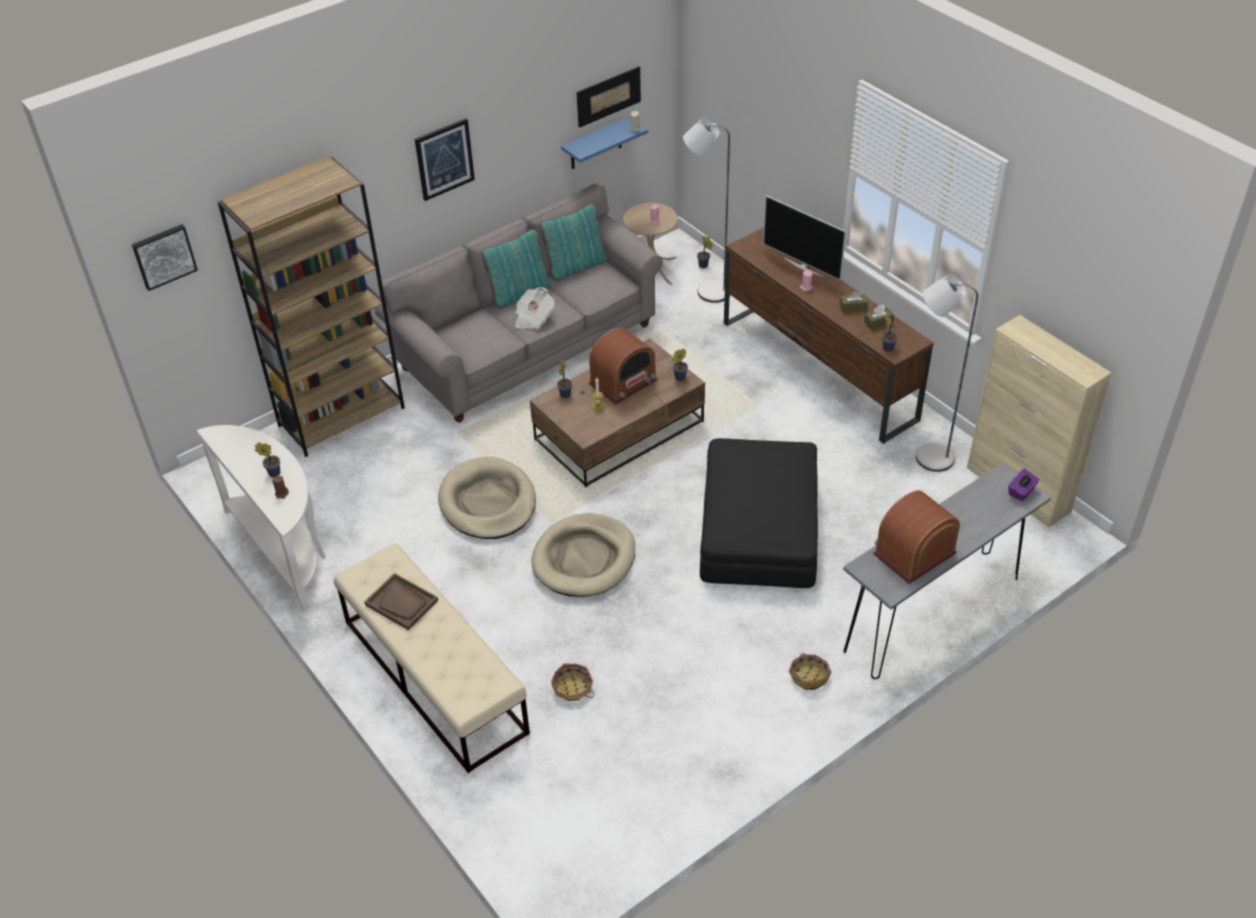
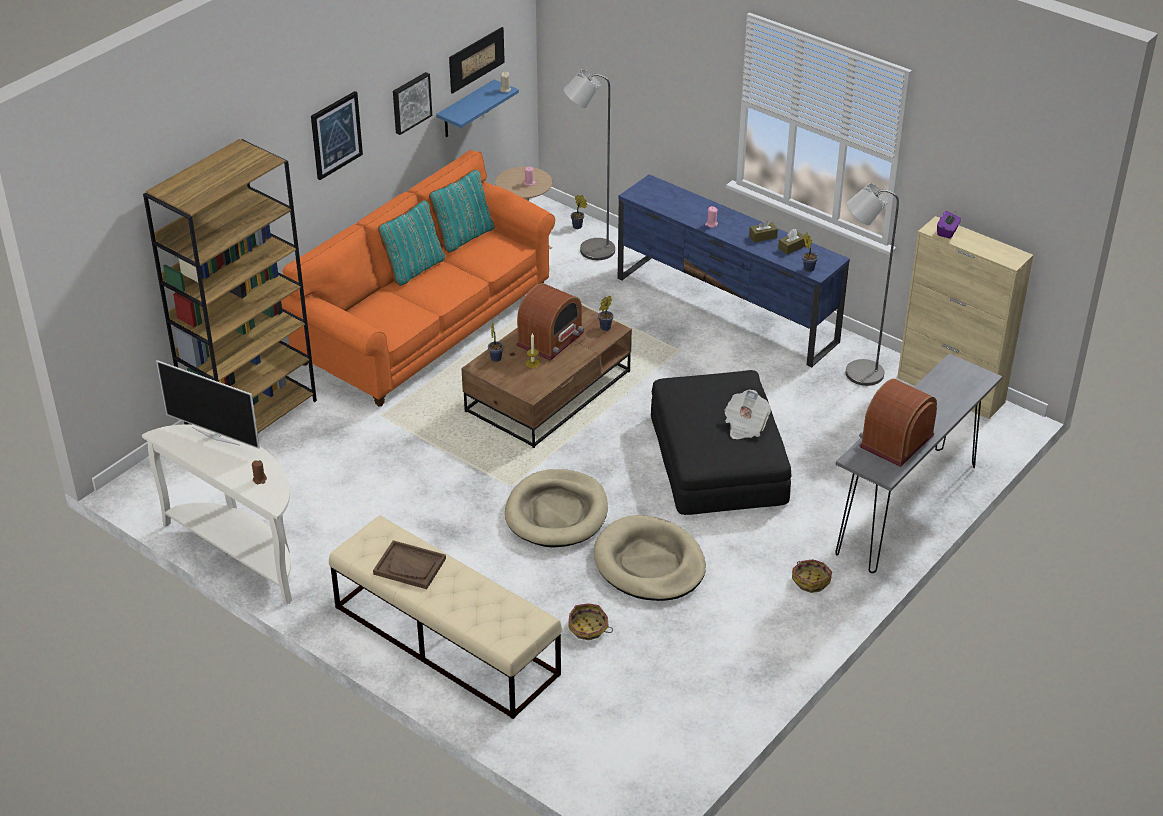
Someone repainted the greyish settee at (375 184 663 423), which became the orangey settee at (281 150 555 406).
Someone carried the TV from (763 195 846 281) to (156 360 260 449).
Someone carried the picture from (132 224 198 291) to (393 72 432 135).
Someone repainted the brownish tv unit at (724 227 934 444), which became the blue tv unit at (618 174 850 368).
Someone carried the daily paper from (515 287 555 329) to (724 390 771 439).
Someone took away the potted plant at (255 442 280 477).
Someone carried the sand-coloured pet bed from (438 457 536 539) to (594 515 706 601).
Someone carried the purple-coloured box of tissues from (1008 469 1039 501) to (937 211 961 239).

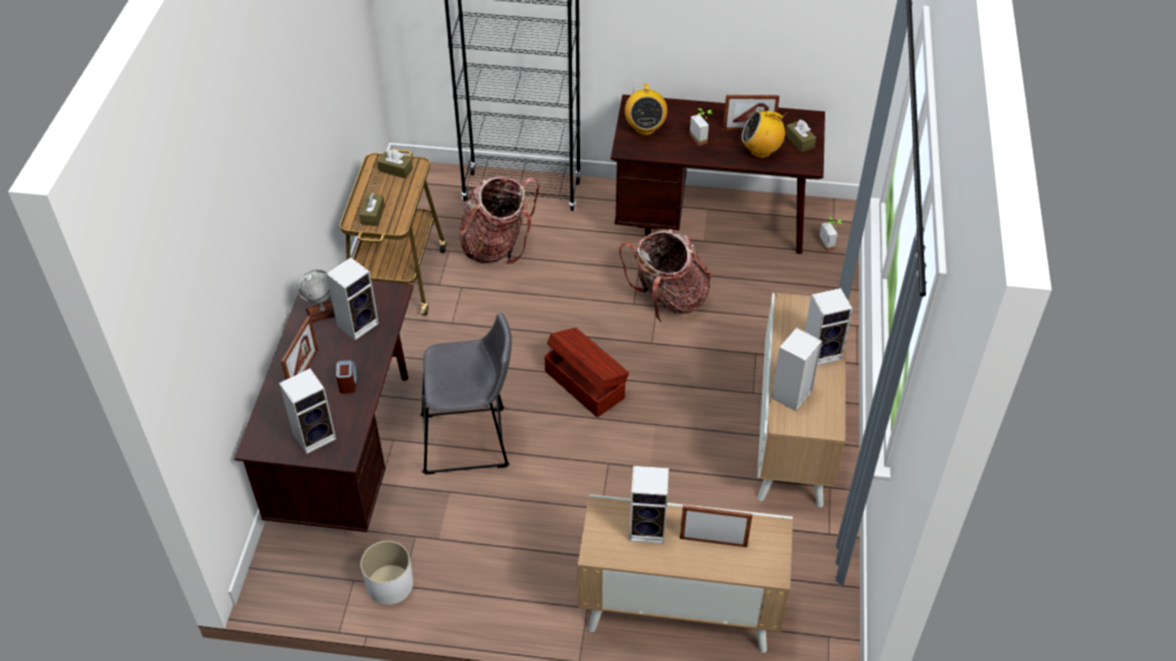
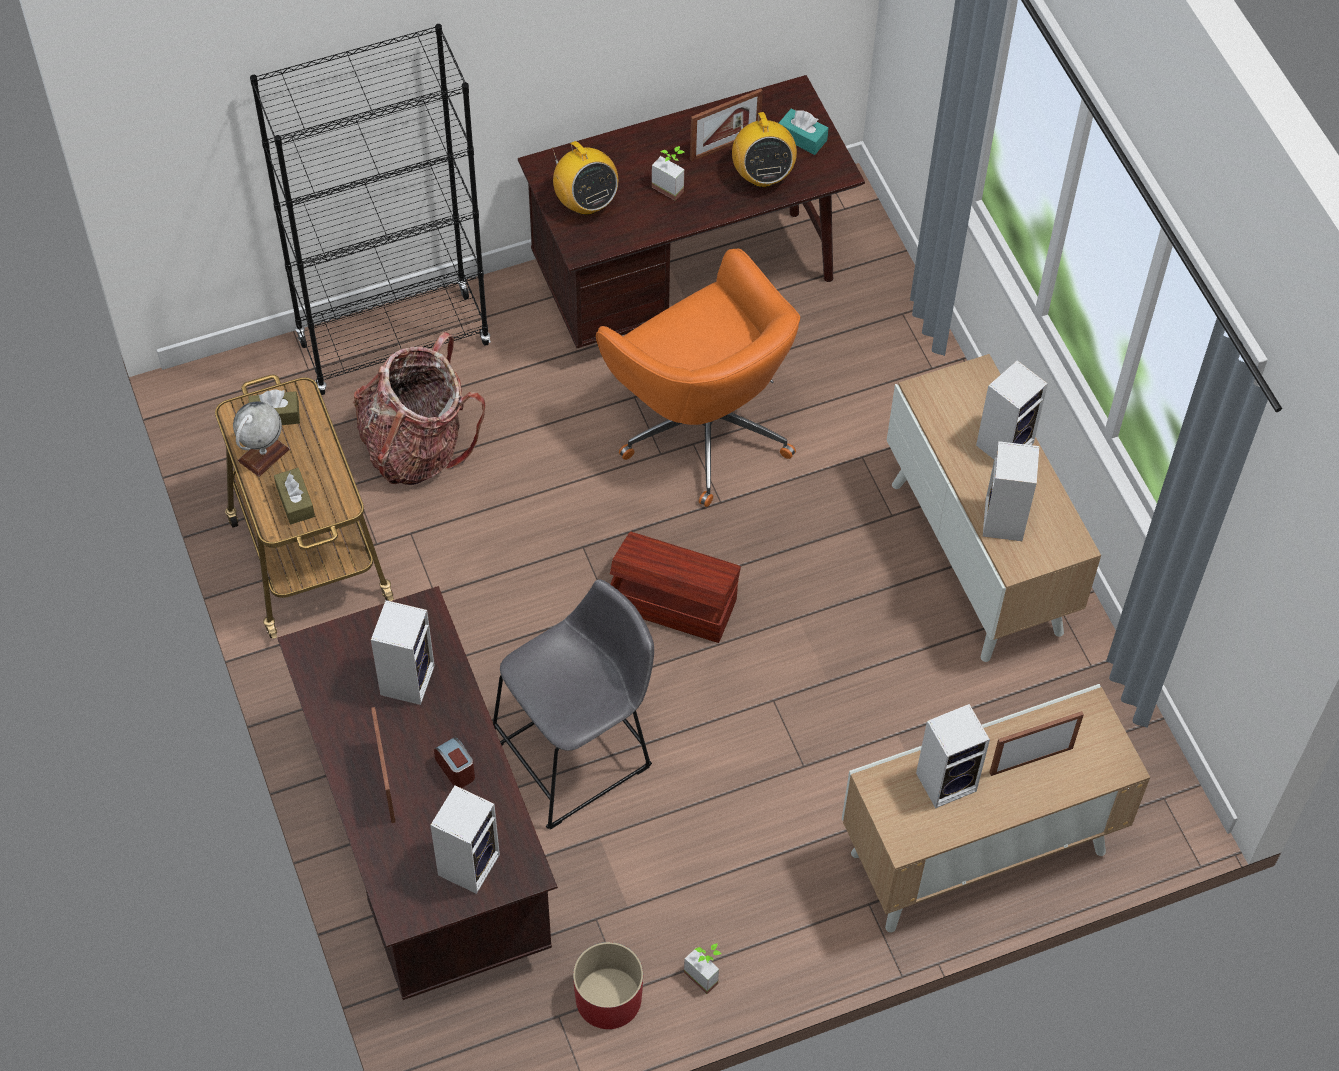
Someone rotated the radio at (741 111 788 158) by 75 degrees counterclockwise.
Someone repainted the brownish box of tissues at (785 119 816 152), which became the turquoise-coloured box of tissues at (779 109 829 155).
Someone carried the potted plant from (819 217 842 251) to (684 943 722 994).
Someone swapped the rucksack at (619 229 712 323) for the orangey office chair at (596 248 800 507).
Someone carried the world globe from (297 270 335 323) to (233 402 289 477).
Someone repainted the white flower pot at (360 541 413 605), which became the red flower pot at (573 942 643 1029).

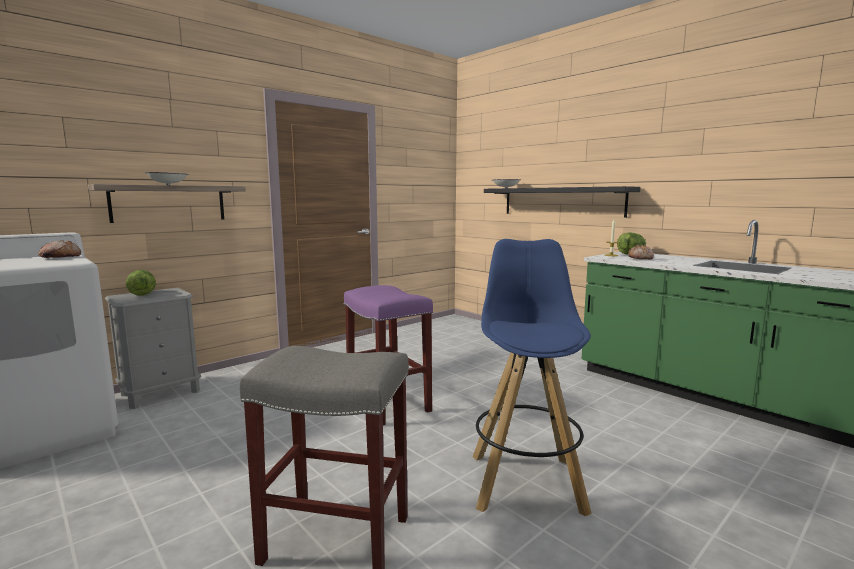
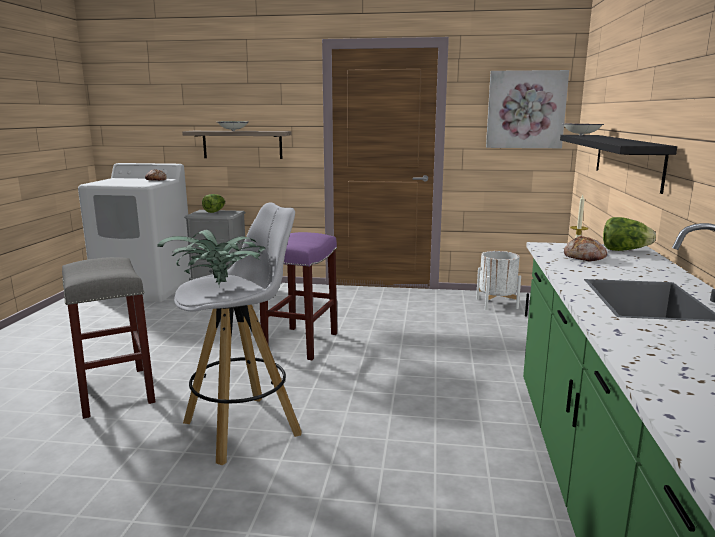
Someone repainted the blue sitting stool at (473 239 592 516), which became the white sitting stool at (174 202 302 465).
Someone put up the picture at (486 70 569 148).
Someone put down the potted plant at (157 230 266 285).
Someone put down the white flower pot at (476 251 521 310).

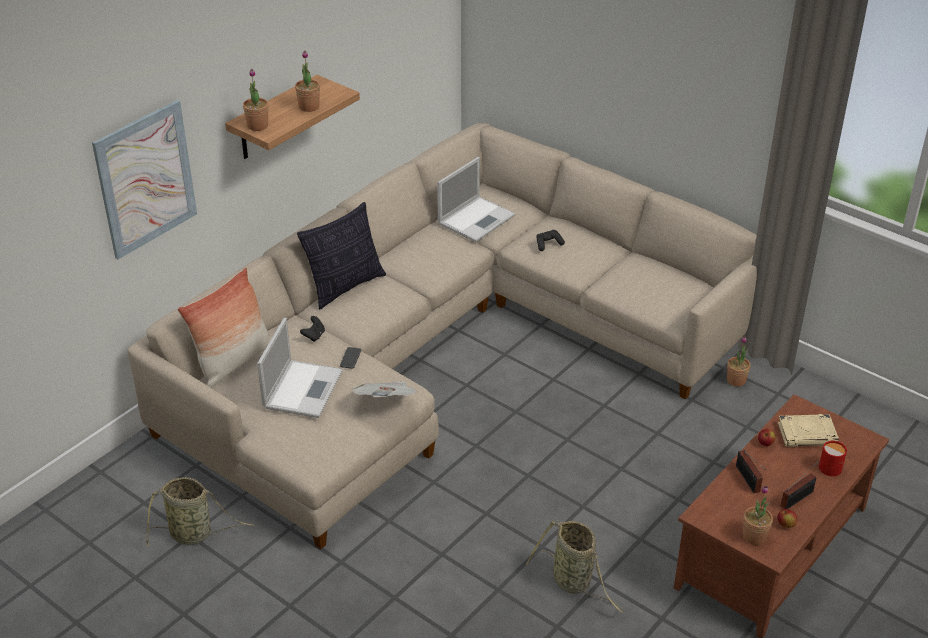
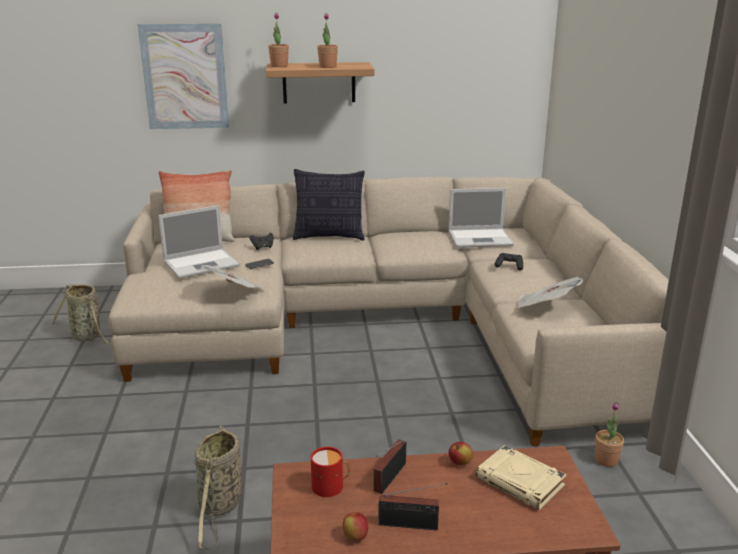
Someone carried the red mug from (819 441 847 476) to (311 447 350 497).
Someone took away the potted plant at (743 485 773 545).
Someone put down the daily paper at (517 277 583 308).

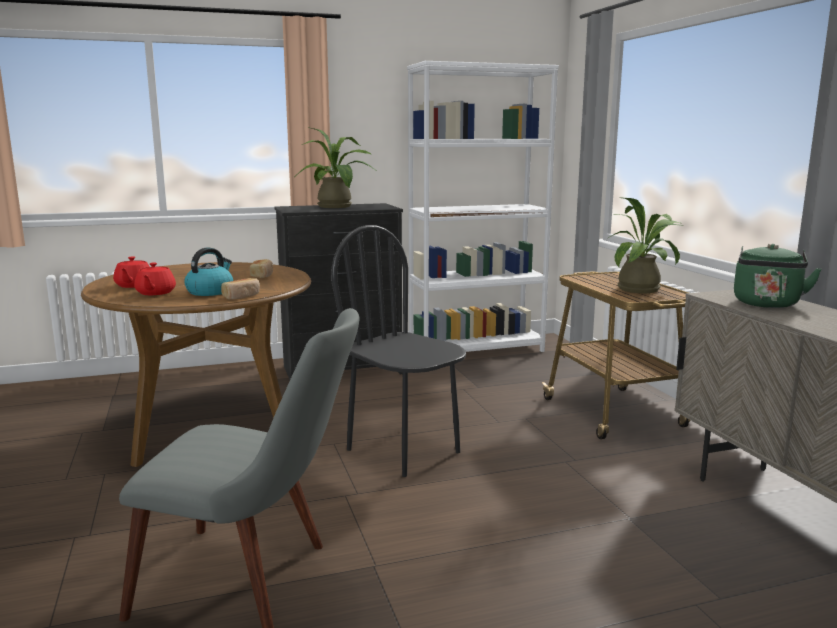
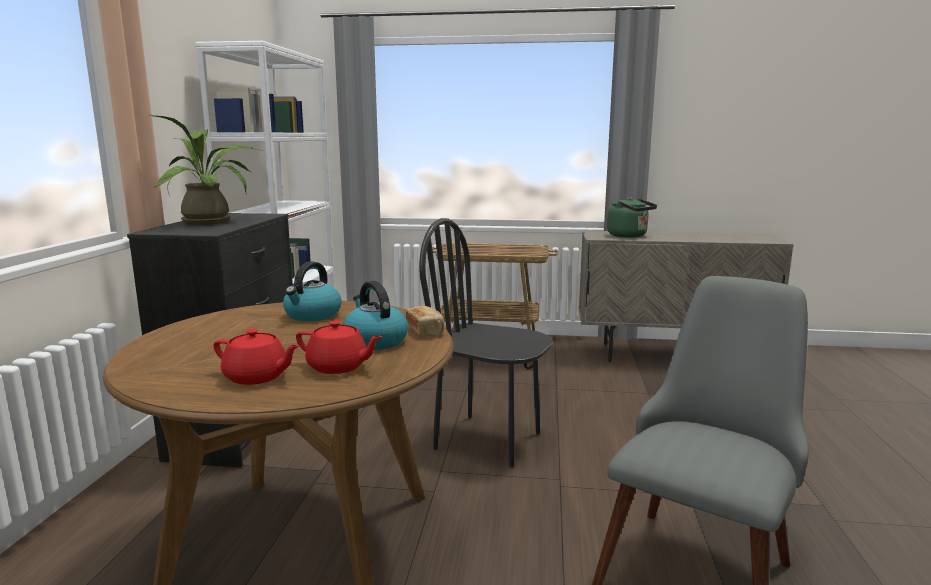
Someone took away the potted plant at (607 197 683 293).
Someone rotated the blackish plain chair at (331 225 466 477) by 45 degrees clockwise.
Someone swapped the bread at (250 259 273 278) for the tea kettle at (283 261 342 321).

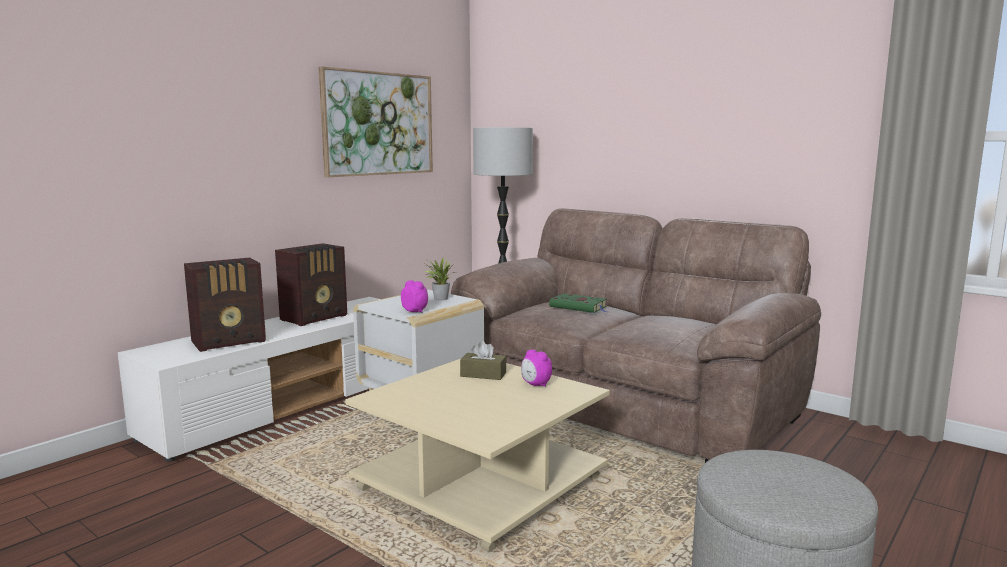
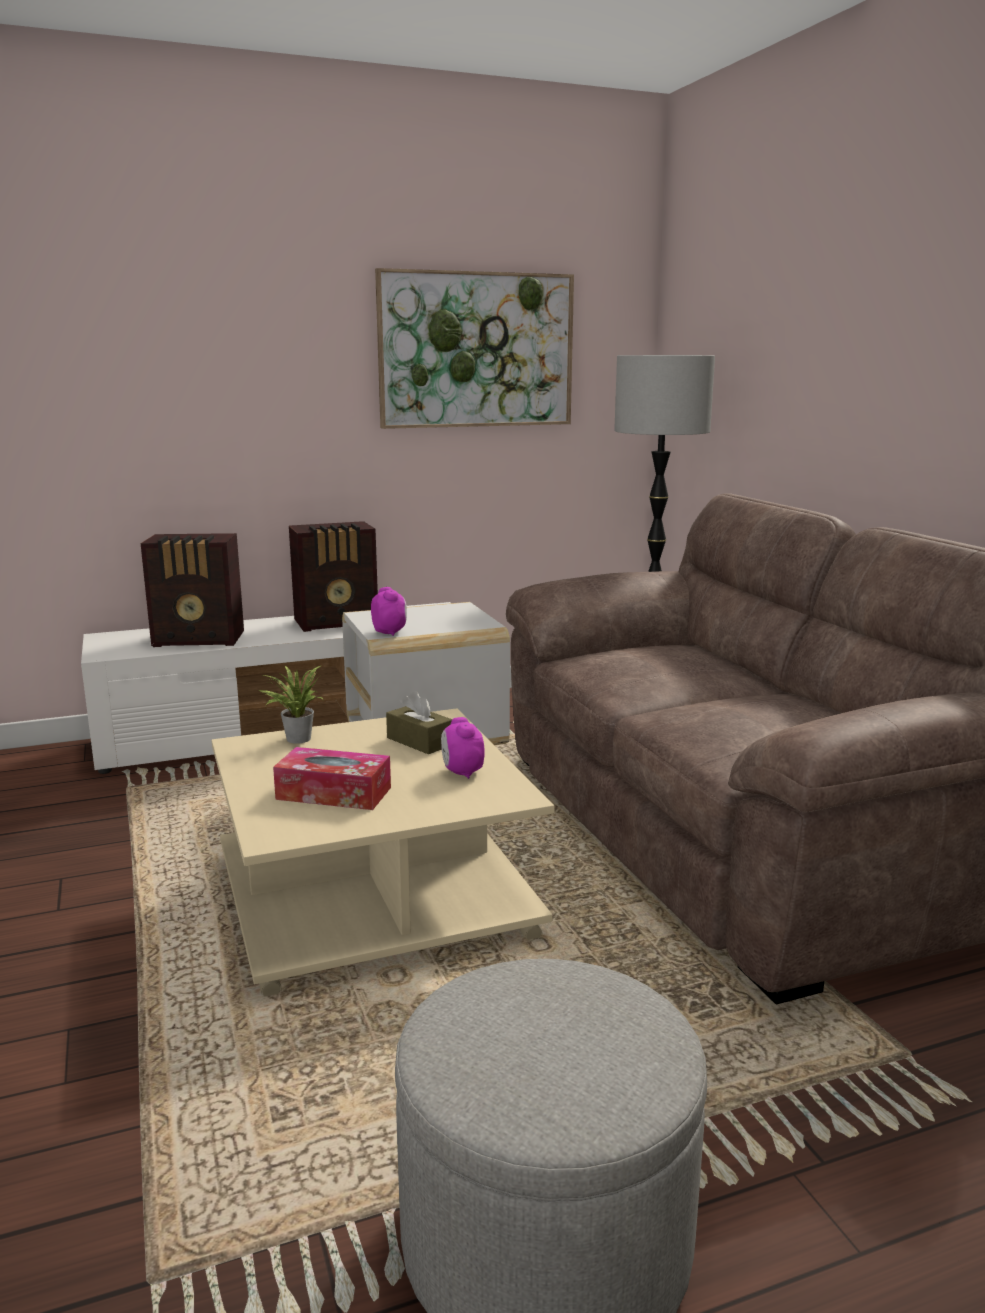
Someone carried the potted plant from (421 257 456 300) to (258 665 323 744).
Someone took away the greenish book at (549 293 608 313).
Someone put down the box of tissues at (273 747 391 810).

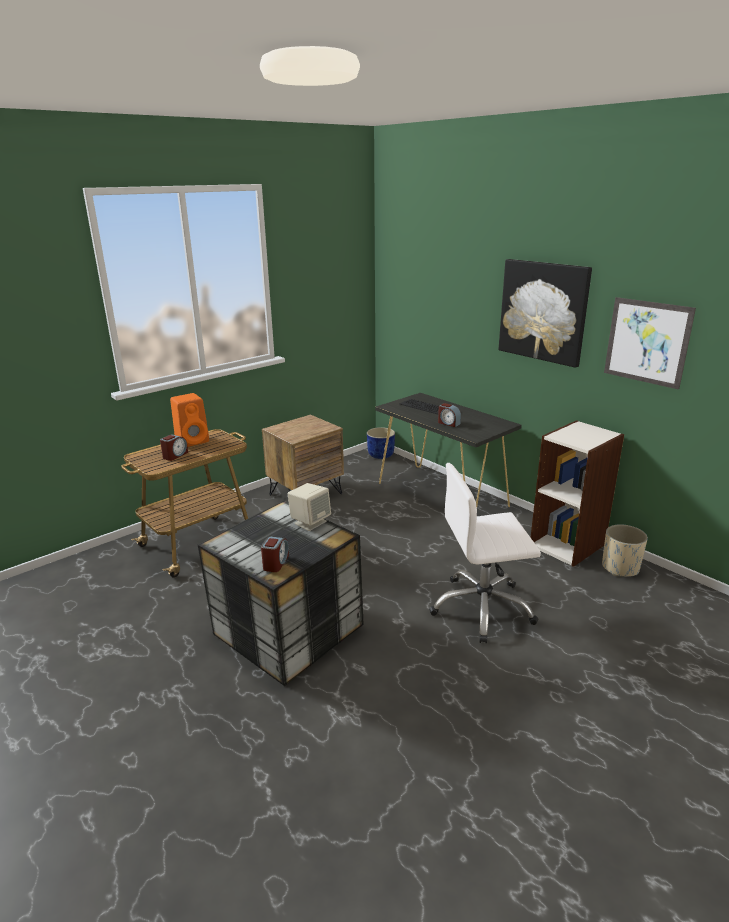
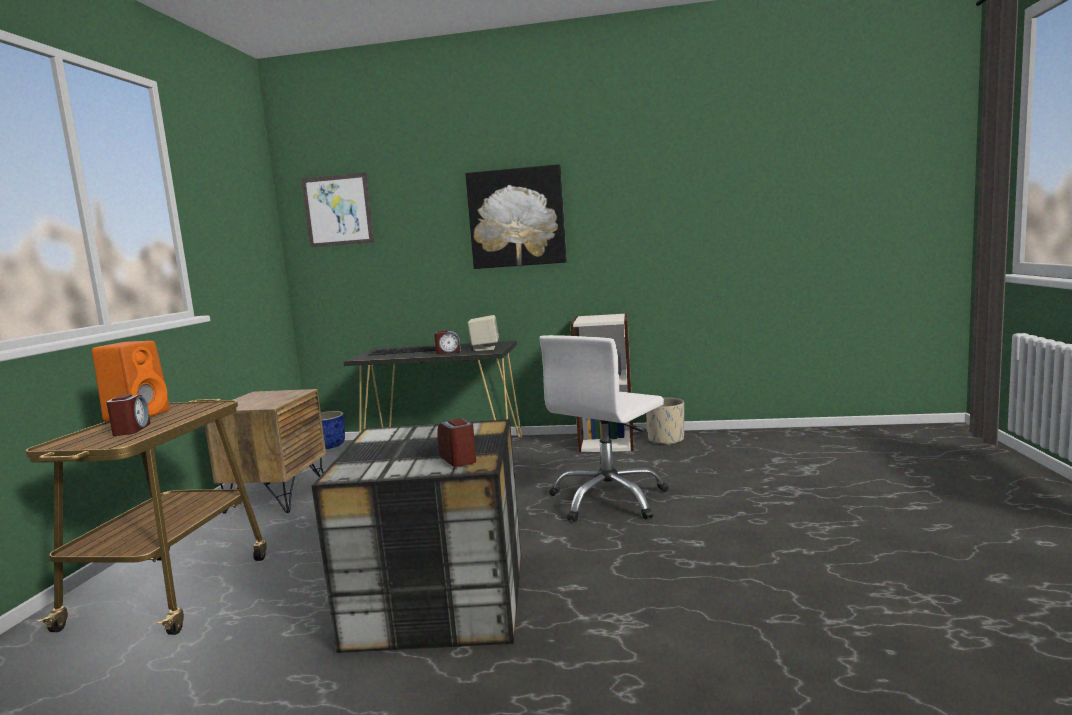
Someone carried the picture from (604 297 696 389) to (301 172 374 248).
Someone carried the sand-coloured audio speaker from (288 483 331 531) to (468 315 499 351).

